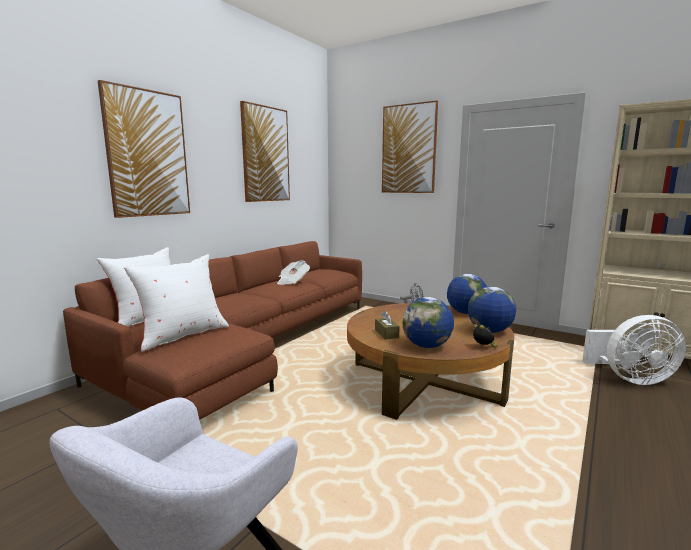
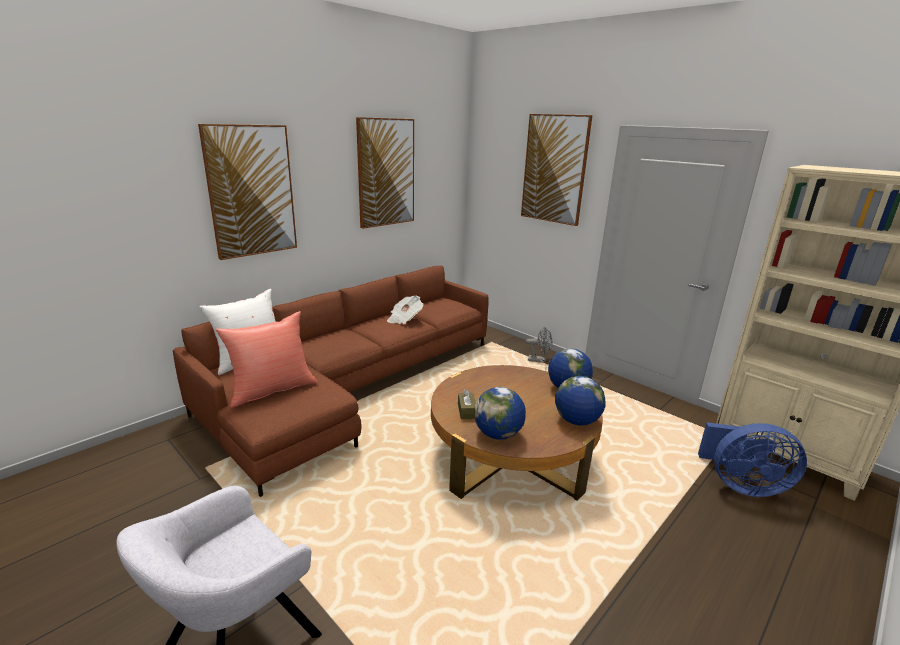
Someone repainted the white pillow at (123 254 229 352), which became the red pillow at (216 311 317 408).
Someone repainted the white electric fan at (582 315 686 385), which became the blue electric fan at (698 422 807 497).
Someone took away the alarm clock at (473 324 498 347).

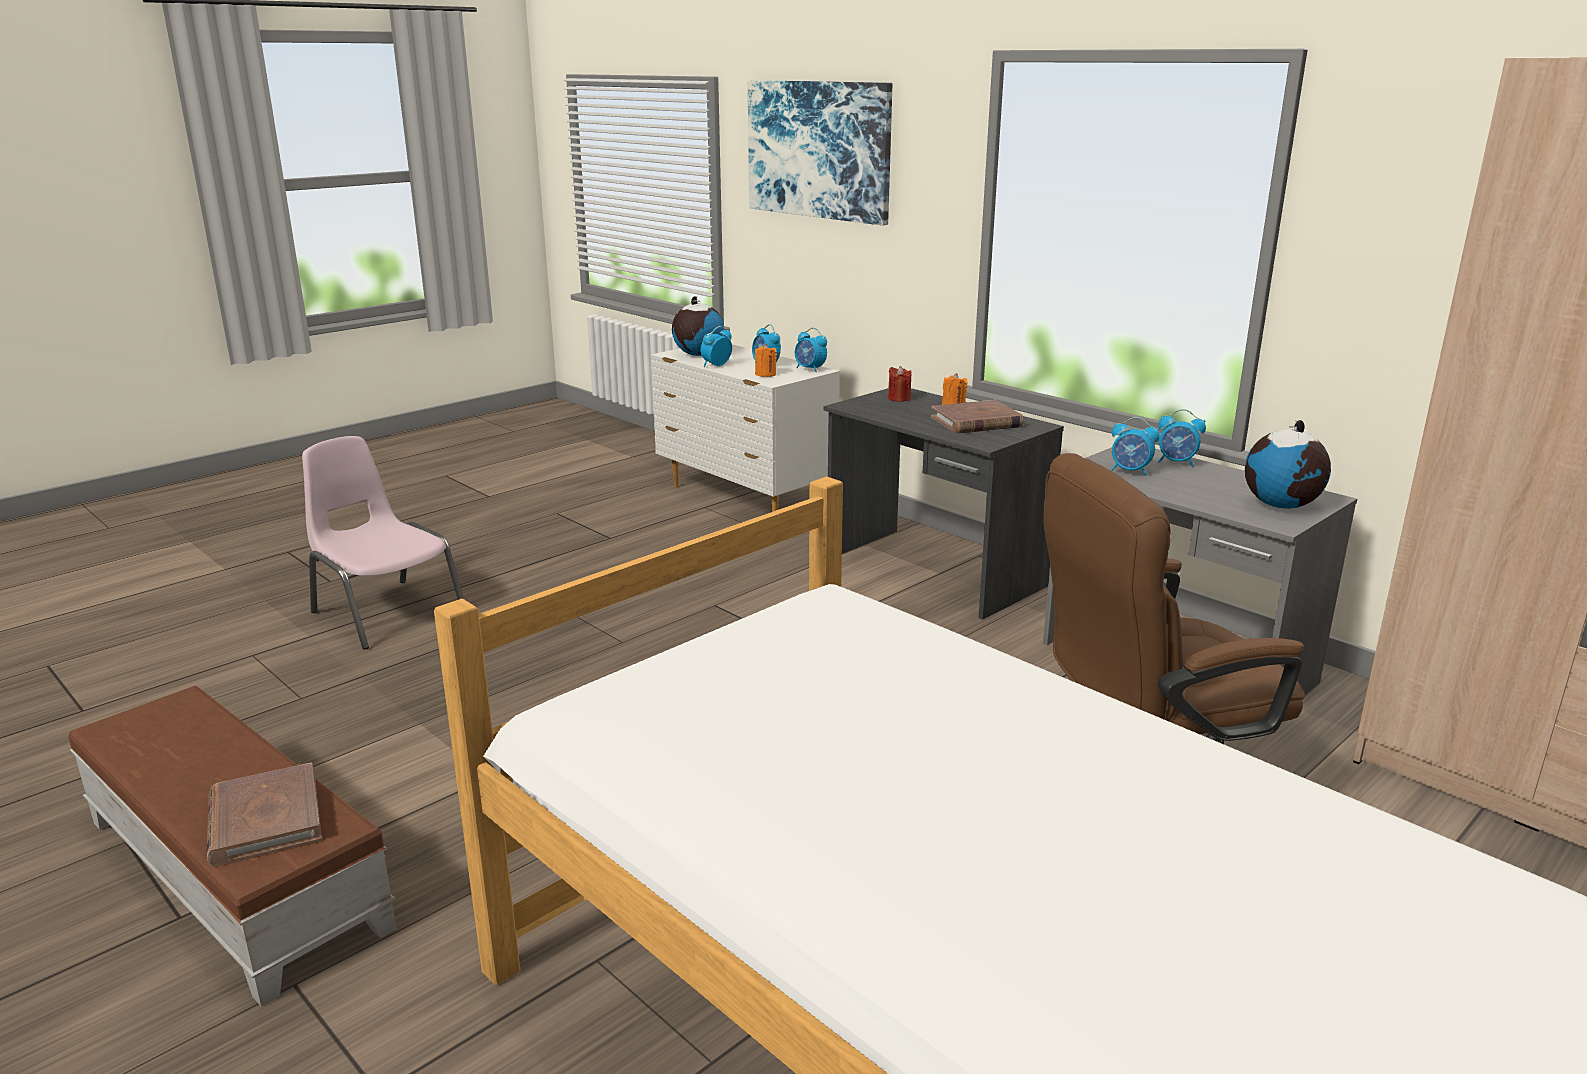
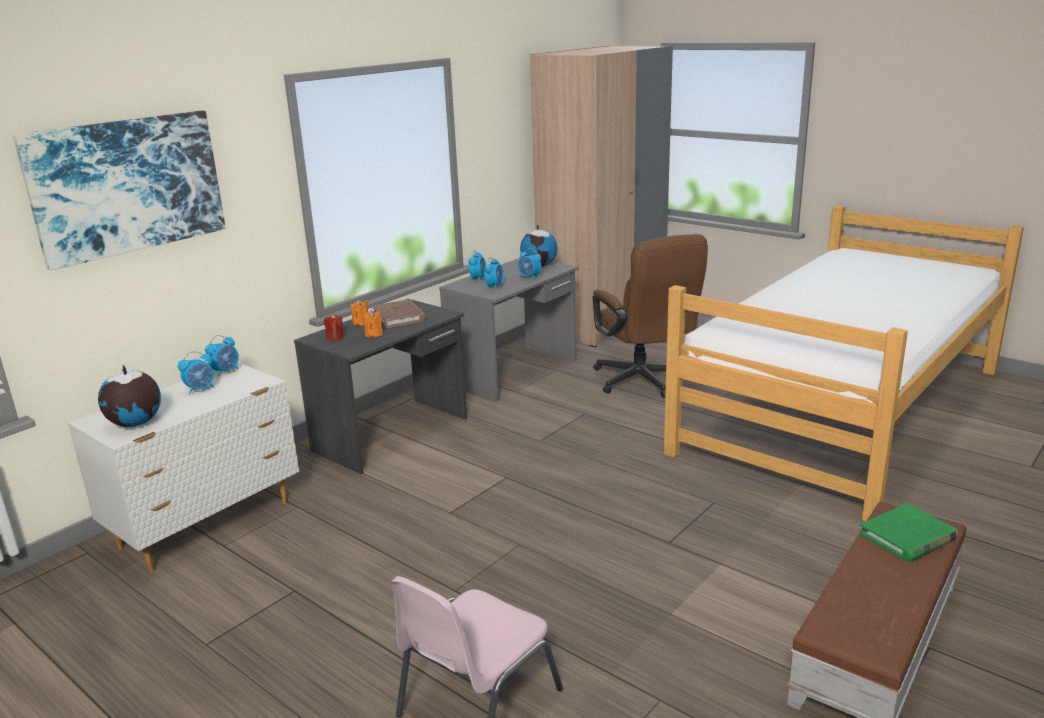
Someone carried the alarm clock from (700 326 732 367) to (518 248 541 280).
Someone carried the orangey wax candle from (755 344 777 377) to (363 310 383 338).
Someone repainted the brownish book at (207 763 322 867), which became the greenish book at (860 503 958 562).

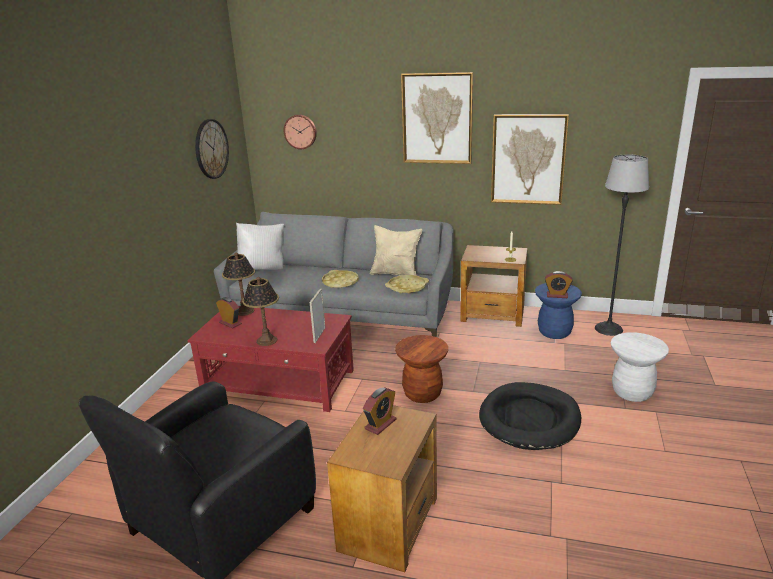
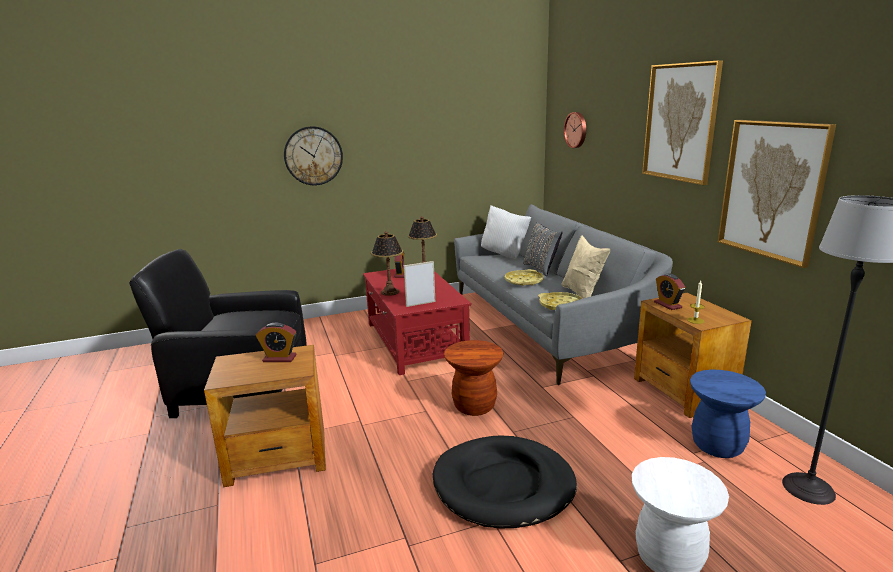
Someone carried the wall clock from (195 119 229 179) to (284 126 343 185).
Someone carried the alarm clock from (545 271 573 298) to (654 274 685 310).
Someone put down the greyish pillow at (523 222 562 276).

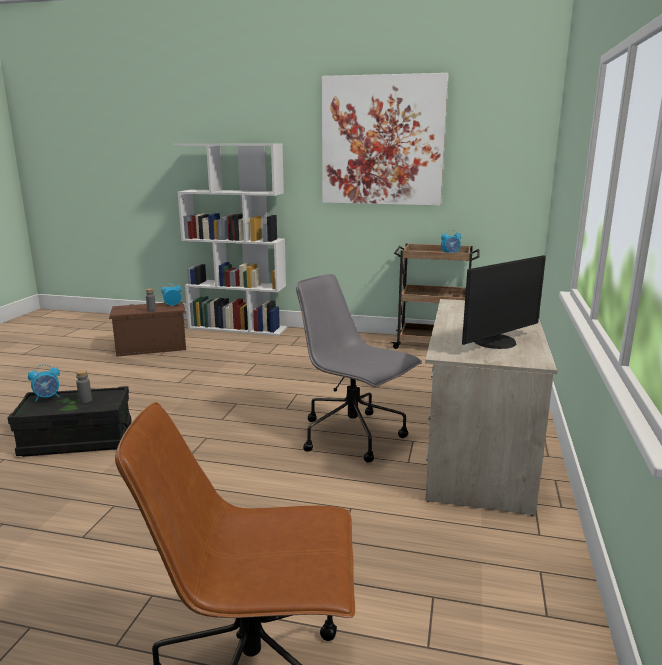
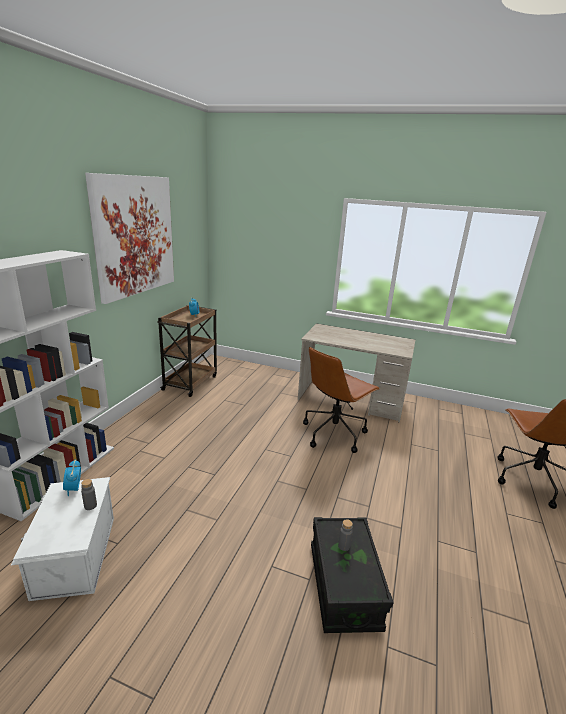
Someone took away the computer display at (462 255 546 349).
Someone repainted the greyish office chair at (296 274 422 462), which became the brownish office chair at (303 347 380 453).
Someone repainted the brownish storage container at (109 301 186 357), which became the white storage container at (11 477 114 601).
Someone took away the alarm clock at (28 364 60 402).

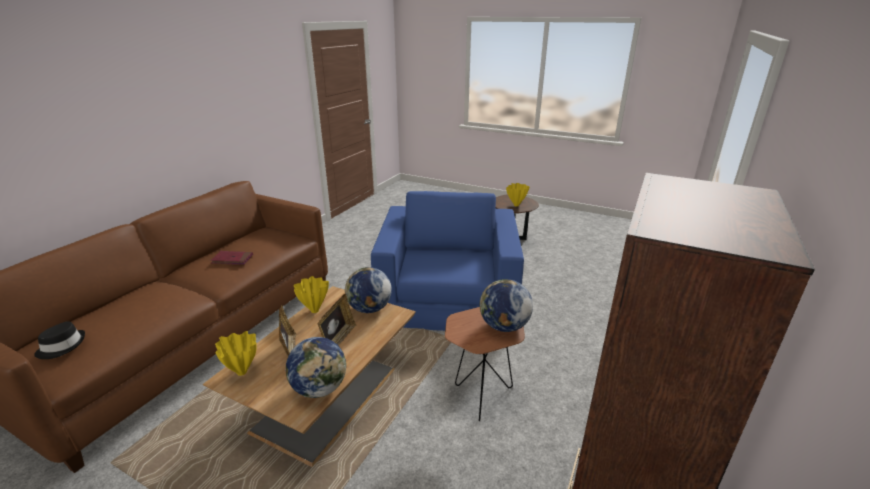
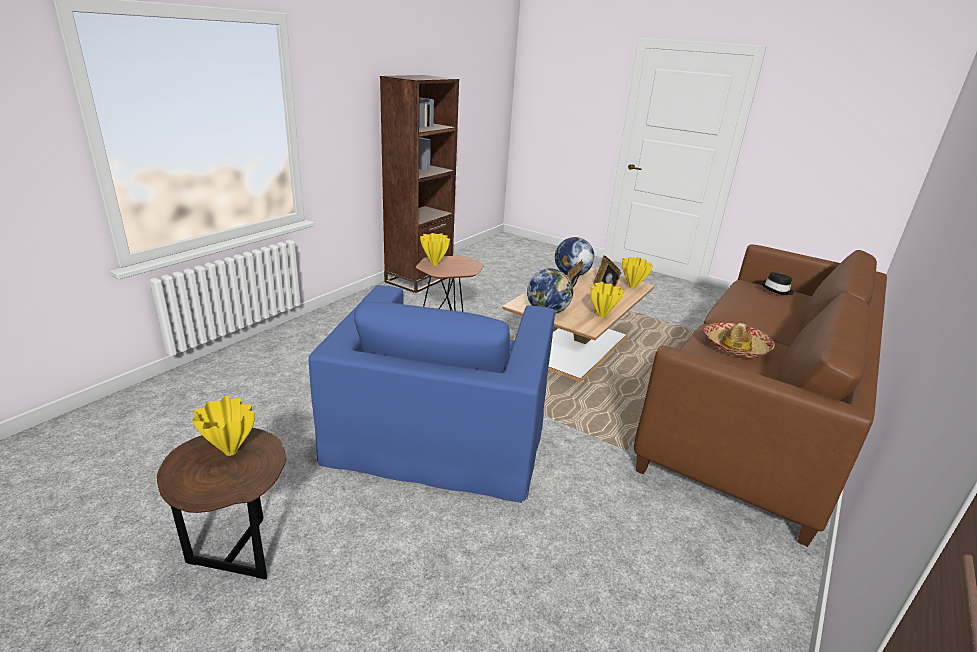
Someone swapped the red book at (210 251 253 265) for the wearable hat at (704 323 775 358).
Someone swapped the world globe at (480 279 533 332) for the yellow flower vase at (420 233 450 266).

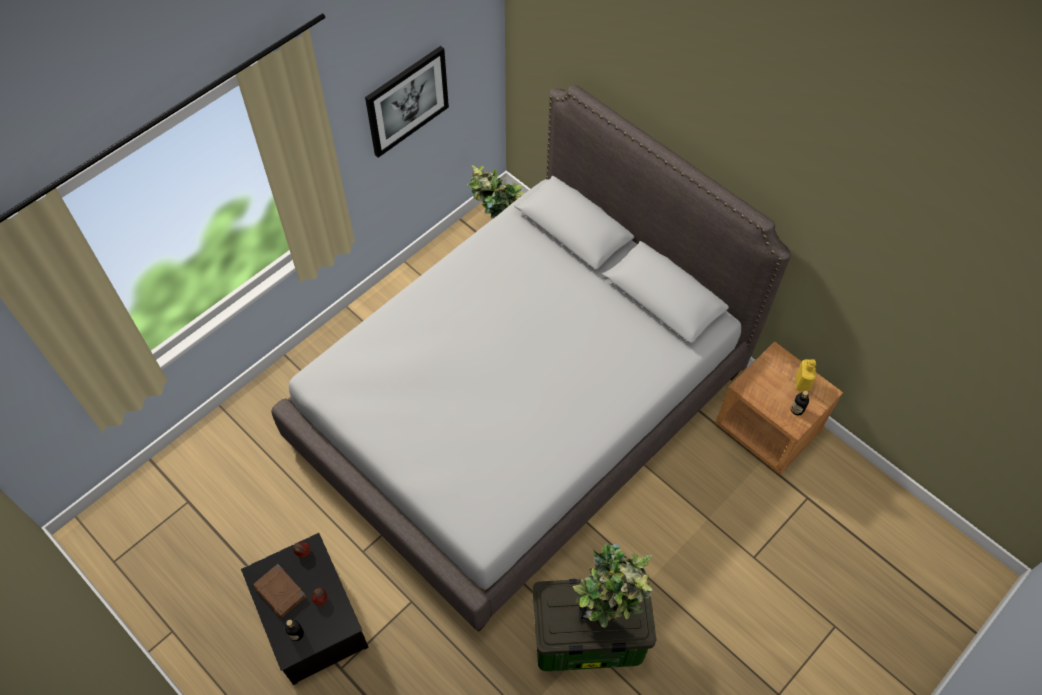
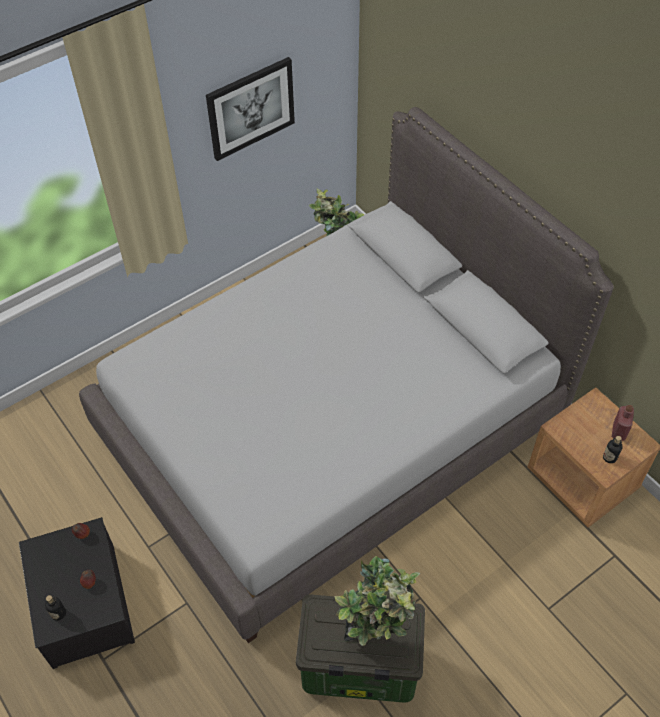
Someone repainted the yellow bottle at (796 359 816 391), which became the red bottle at (612 405 634 441).
Someone took away the brownish book at (253 564 306 618).

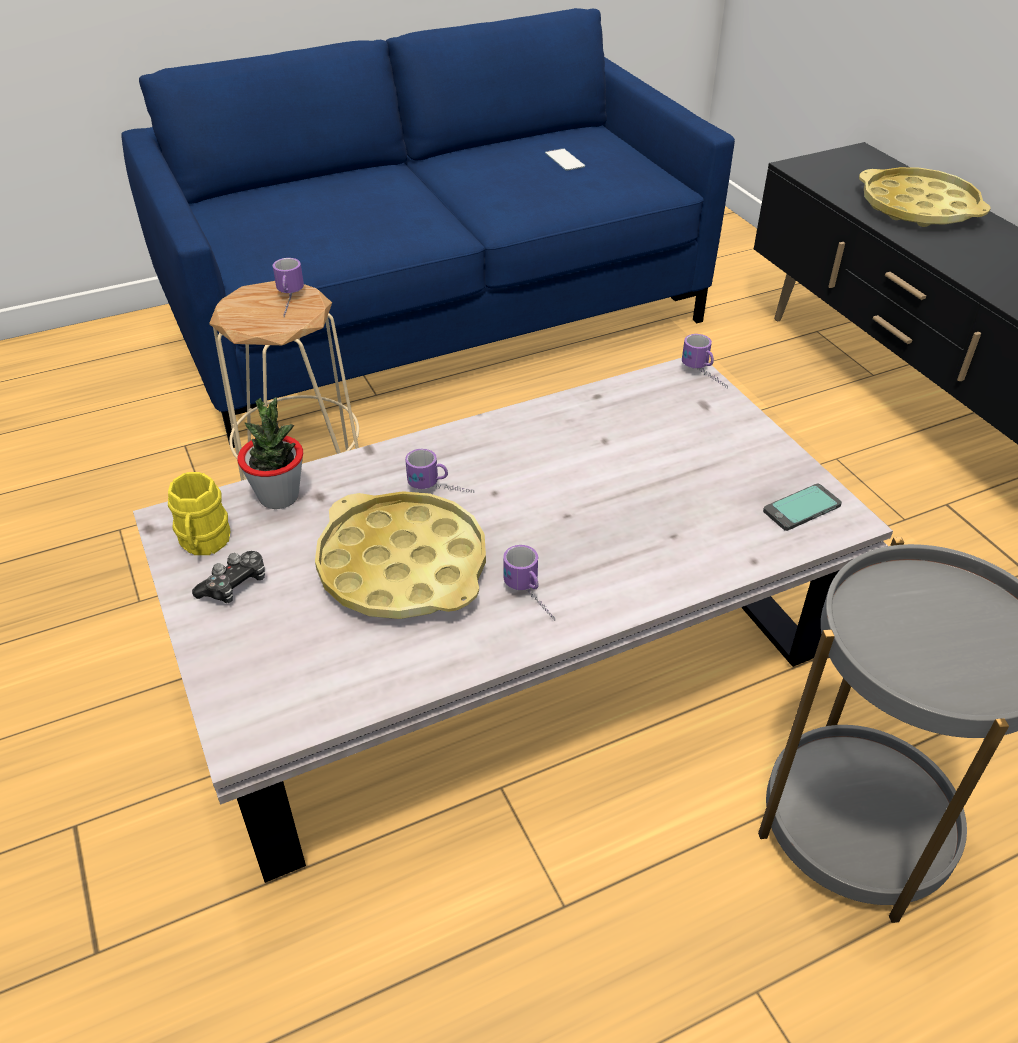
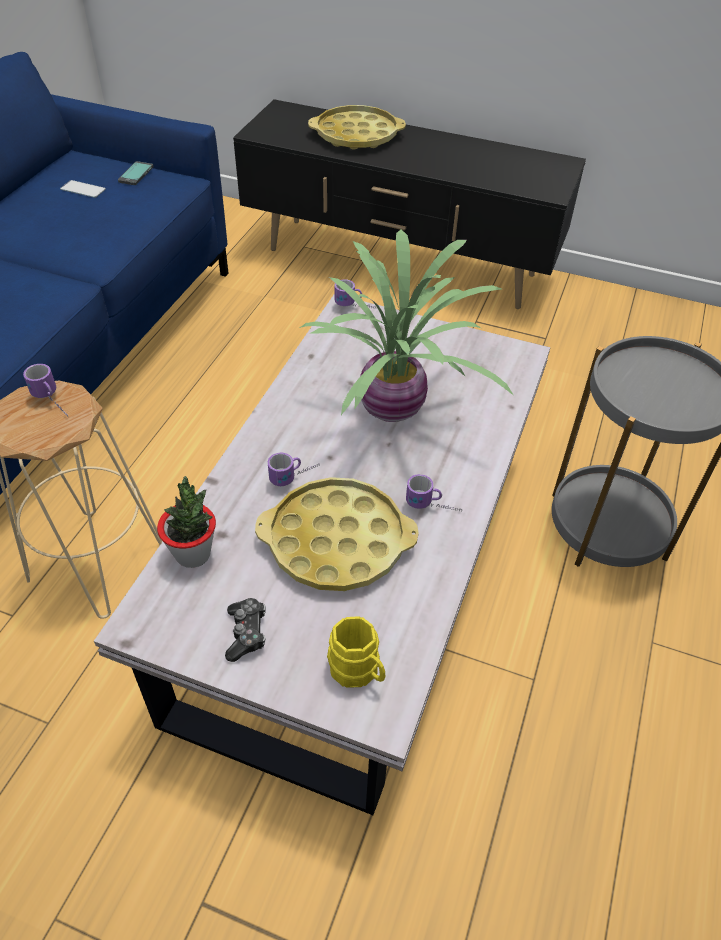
Someone carried the yellow mug from (168 472 231 555) to (327 616 386 688).
Someone carried the phone from (763 483 842 531) to (118 161 153 185).
Someone put down the potted plant at (299 229 513 422).

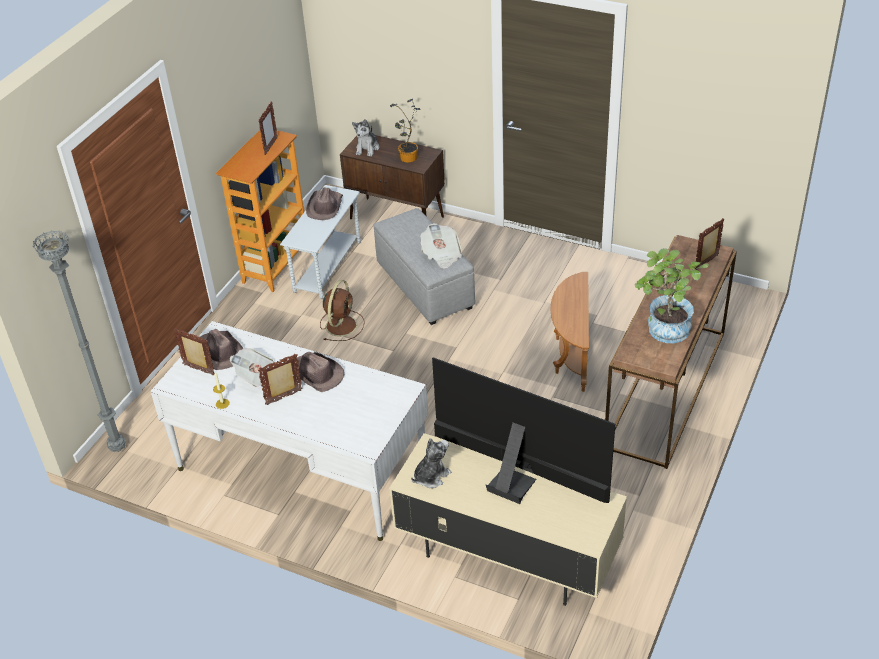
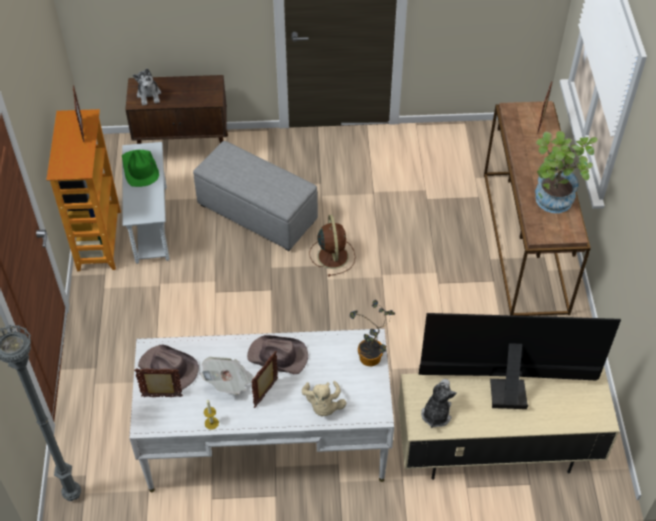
Someone carried the potted plant from (390 99 421 163) to (350 300 395 366).
Someone repainted the brownish wearable hat at (306 187 343 220), which became the greenish wearable hat at (122 150 159 187).
Someone took away the daily paper at (420 223 462 269).
Someone took away the brownish accent table at (551 272 589 392).
Someone carried the brownish electric fan from (320 280 365 341) to (309 214 355 277).
Someone put down the sand-coloured soft toy at (302 381 346 416).

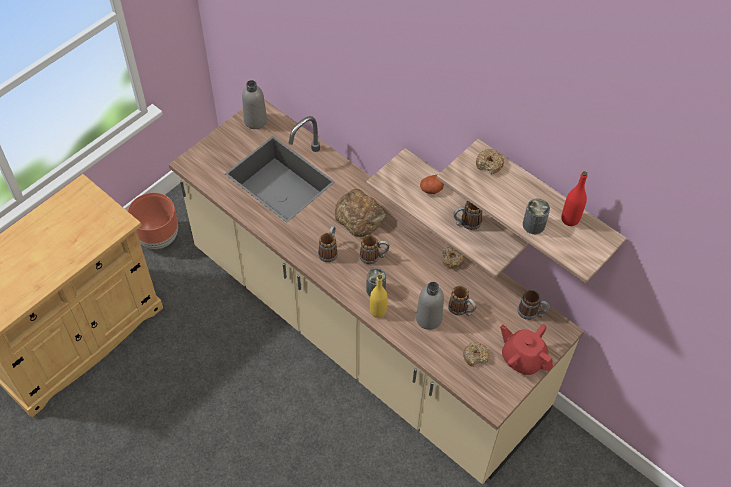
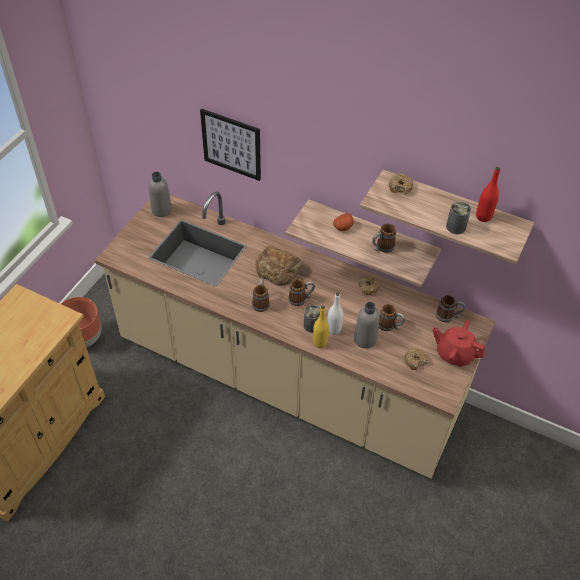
Someone put up the picture at (200 108 261 181).
Someone put down the white bottle at (327 292 343 335).

